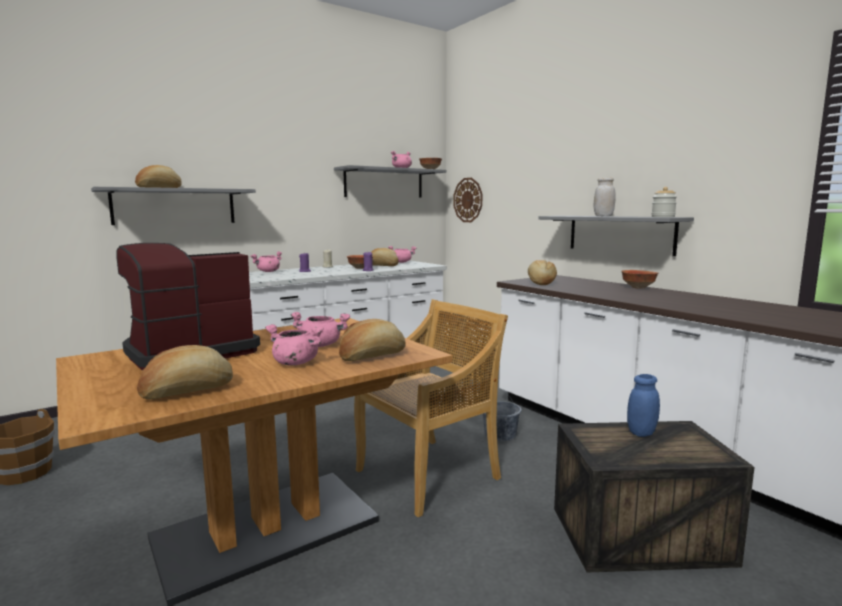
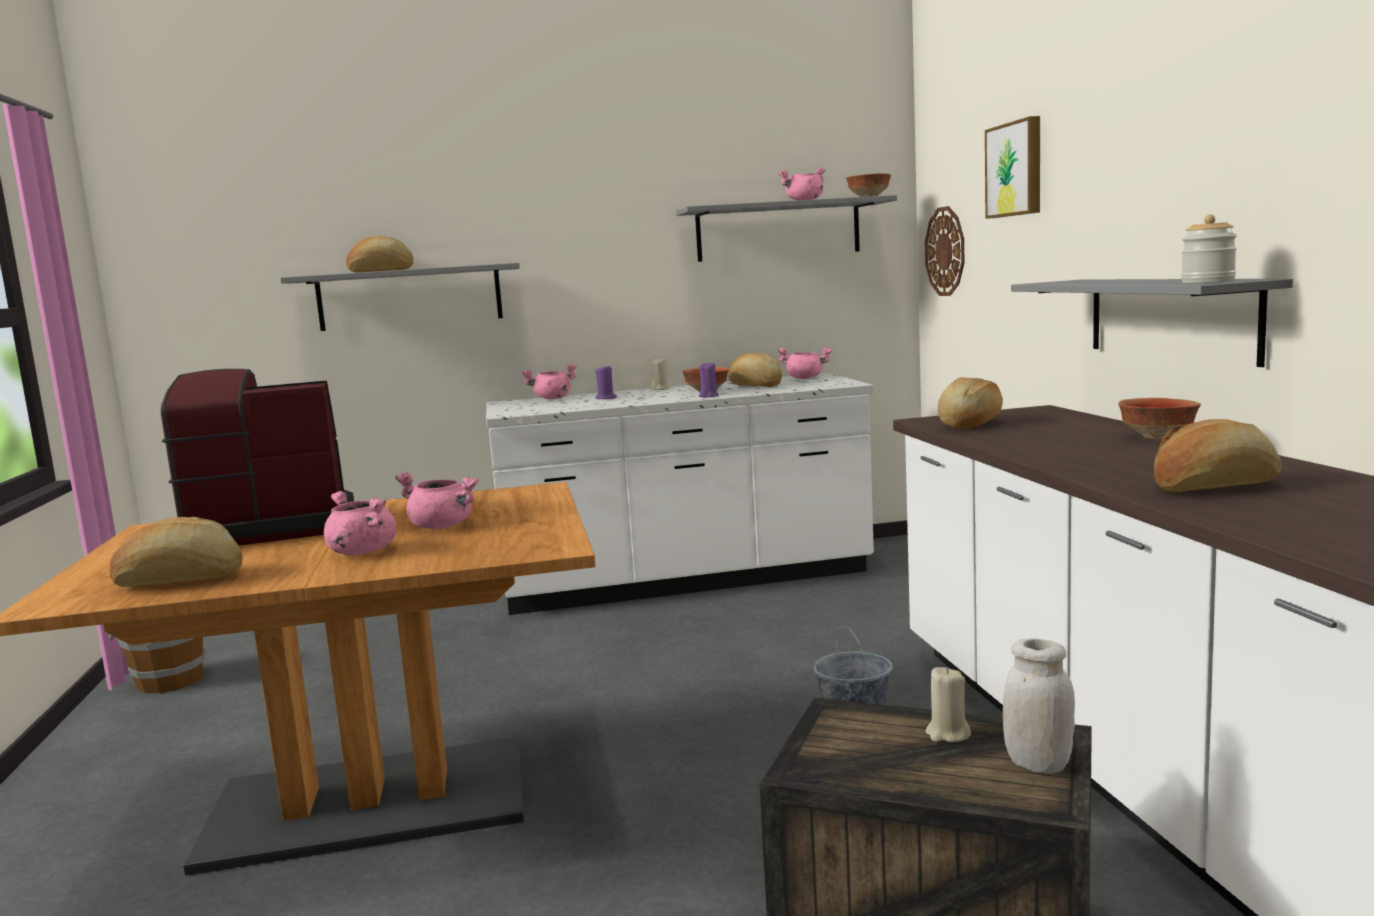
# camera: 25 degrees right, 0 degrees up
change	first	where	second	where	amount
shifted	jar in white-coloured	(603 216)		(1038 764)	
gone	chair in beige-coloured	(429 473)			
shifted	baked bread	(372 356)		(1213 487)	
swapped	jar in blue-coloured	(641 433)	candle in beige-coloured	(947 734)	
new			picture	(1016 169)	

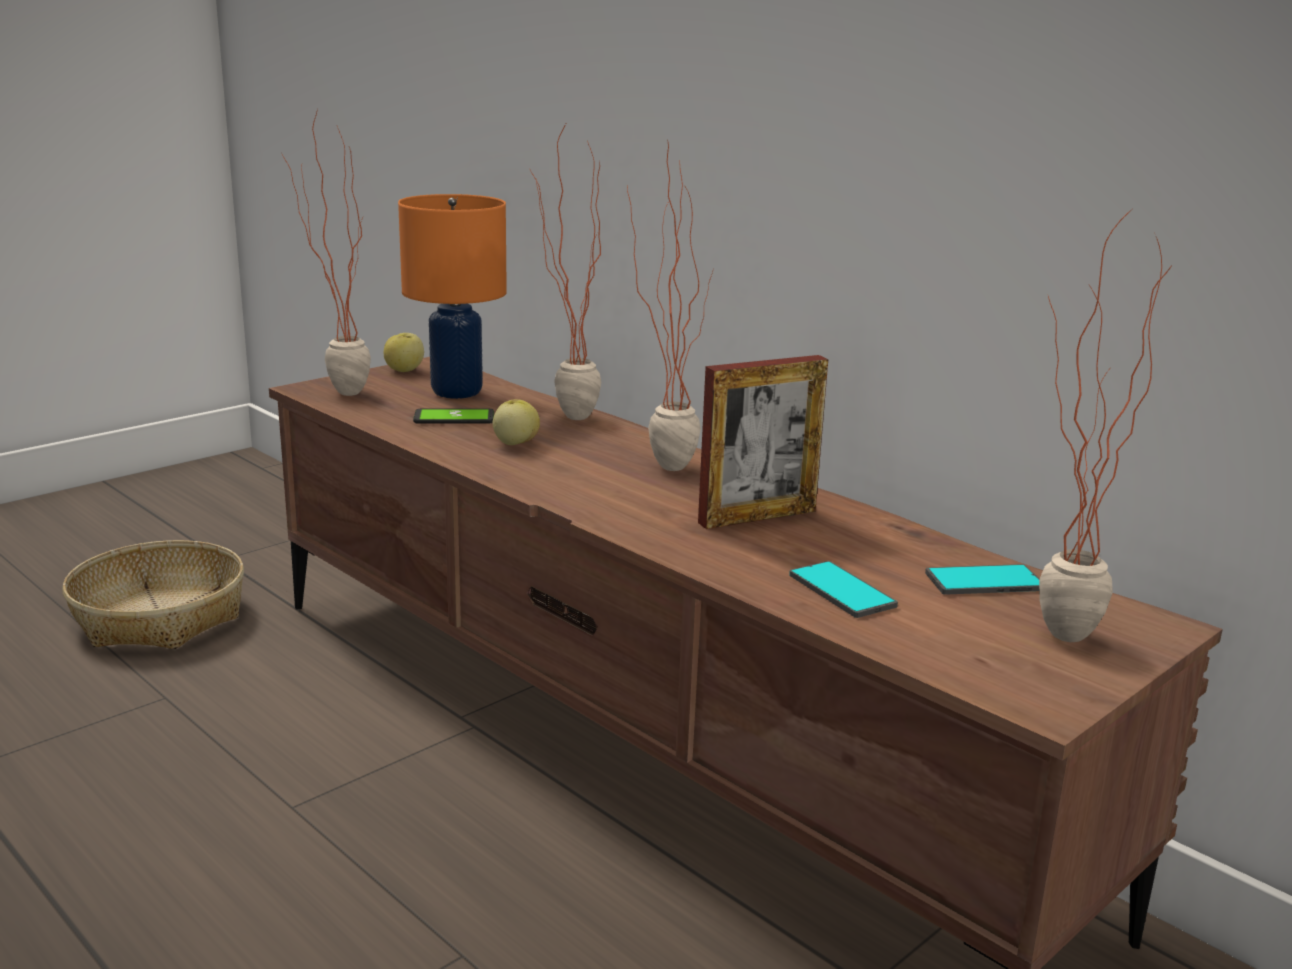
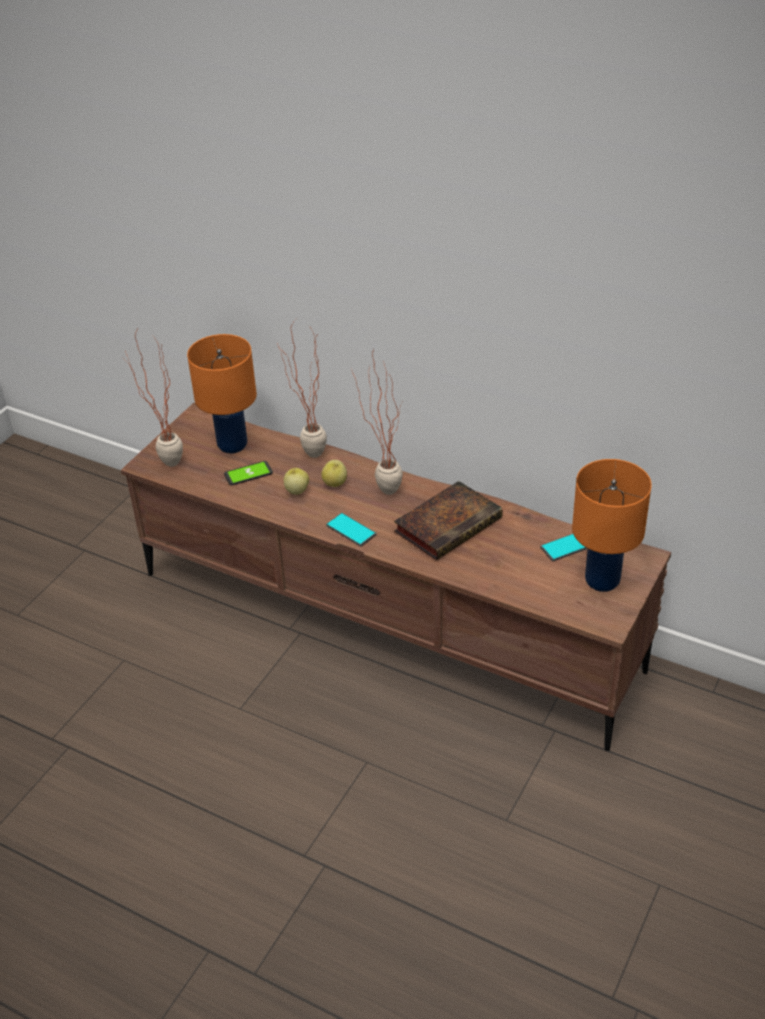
# camera: 15 degrees left, 20 degrees up
change	first	where	second	where	amount
swapped	houseplant	(1049 639)	table lamp in orangey	(603 580)	
shifted	whole apple	(405 370)		(335 483)	
swapped	picture frame	(757 517)	book	(449 524)	
gone	household basket	(160 616)			
shifted	telephone	(842 591)		(351 530)	

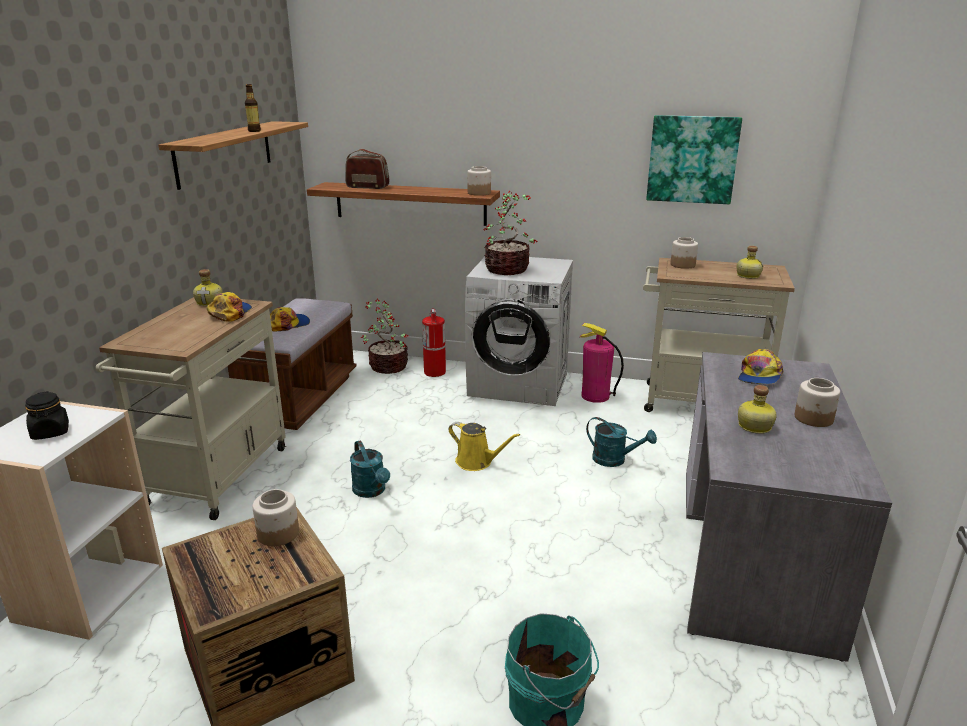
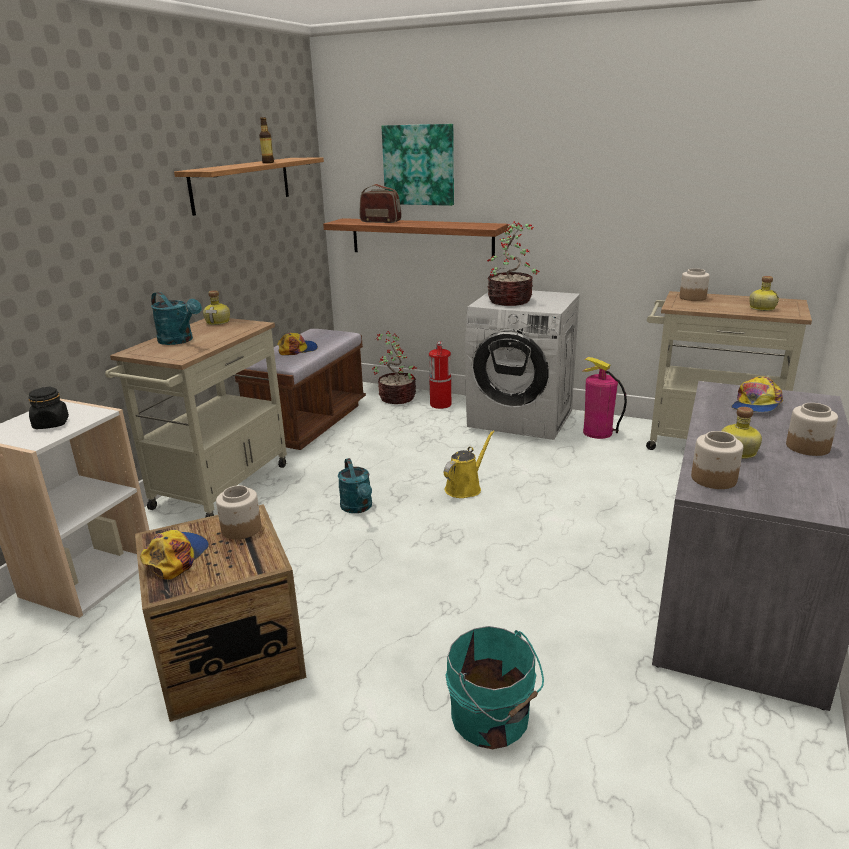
# camera: 10 degrees right, 0 degrees up
change	first	where	second	where	amount
shifted	picture	(692 159)		(419 165)	
shifted	jar	(479 193)		(713 479)	
shifted	peaked cap	(229 313)		(175 557)	
shifted	watering can in turquoise-coloured	(615 460)		(179 341)	
rotated	watering can in yellowish	(477 462)		(465 487)	90 degrees counterclockwise

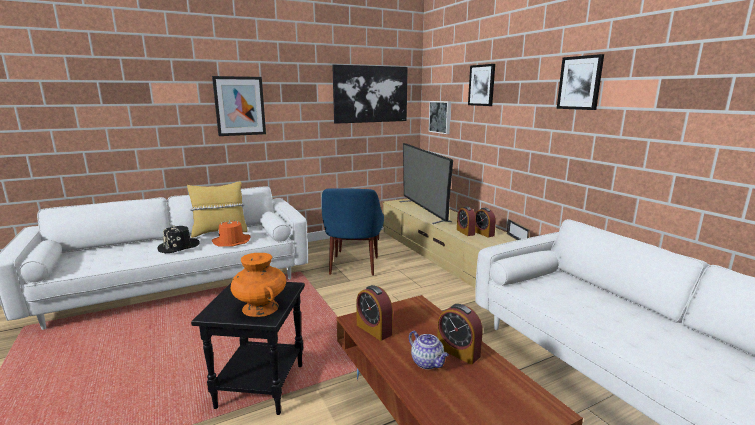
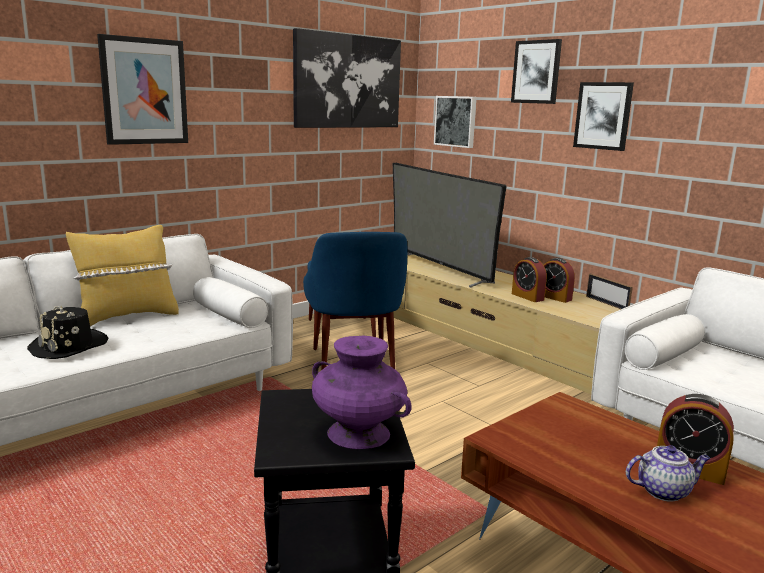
# camera: 15 degrees left, 0 degrees up
change	first	where	second	where	amount
shifted	picture	(580 83)		(603 116)	
gone	hat in orangey	(231 241)			
repainted	vase in orangey	(260 307)	vase in purple	(358 433)	
gone	bedside clock	(374 329)			
rotated	teapot	(428 363)		(664 491)	45 degrees counterclockwise

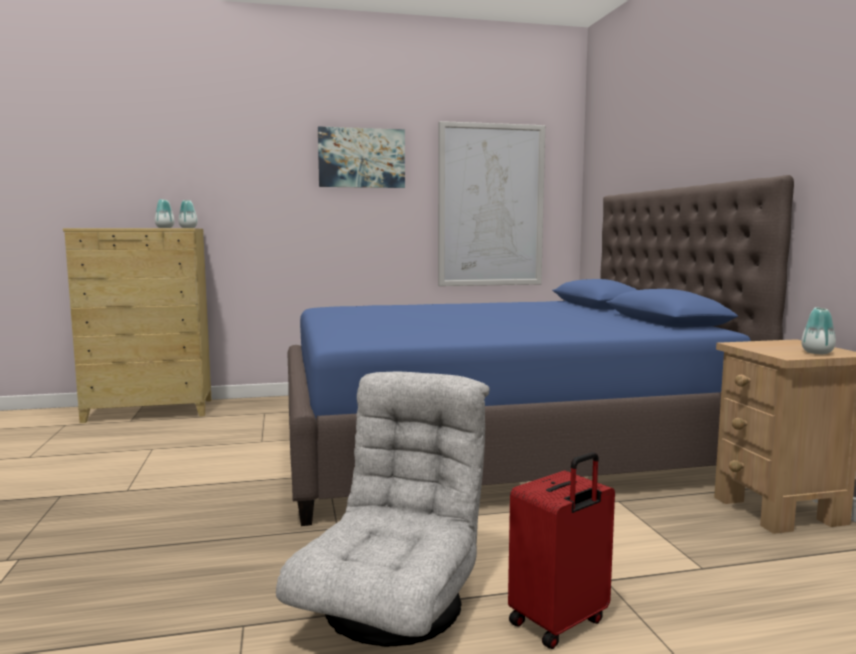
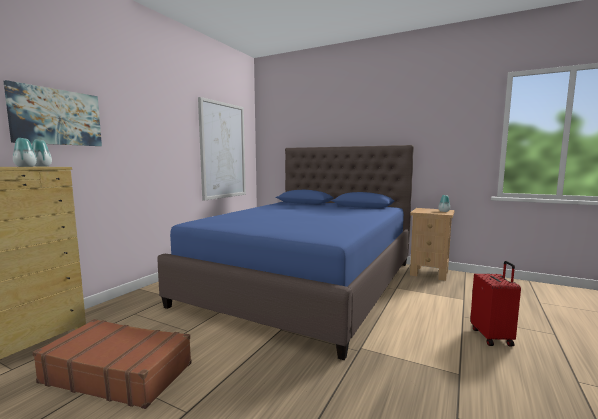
# camera: 50 degrees left, 0 degrees up
change	first	where	second	where	amount
shifted	picture	(361 158)		(57 117)	
gone	armchair in gray	(395 608)			
new			travel case in brown-coloured	(118 372)	

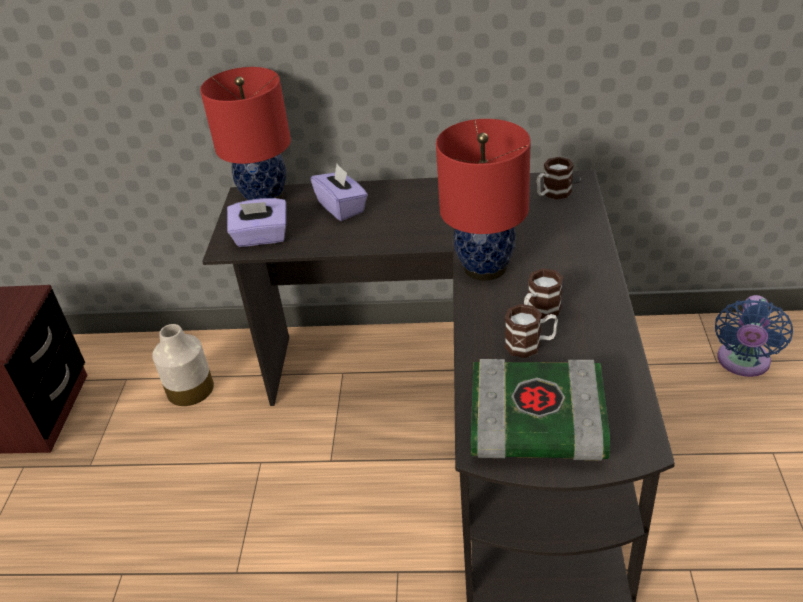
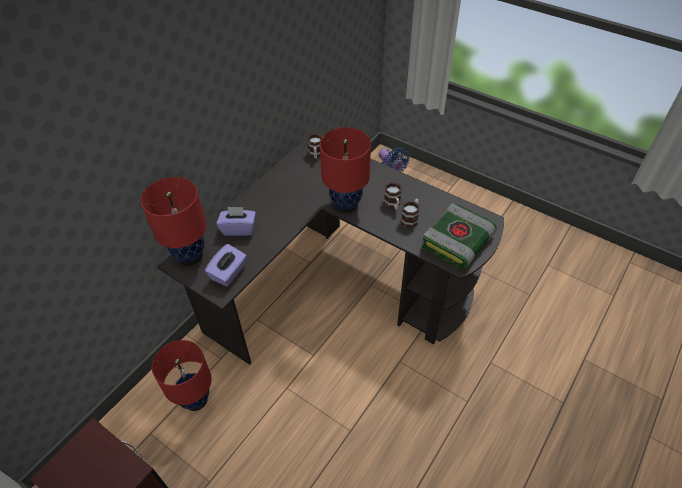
# camera: 60 degrees left, 10 degrees up
change	first	where	second	where	amount
swapped	vase in beige-coloured	(190 388)	table lamp in red	(195 399)	

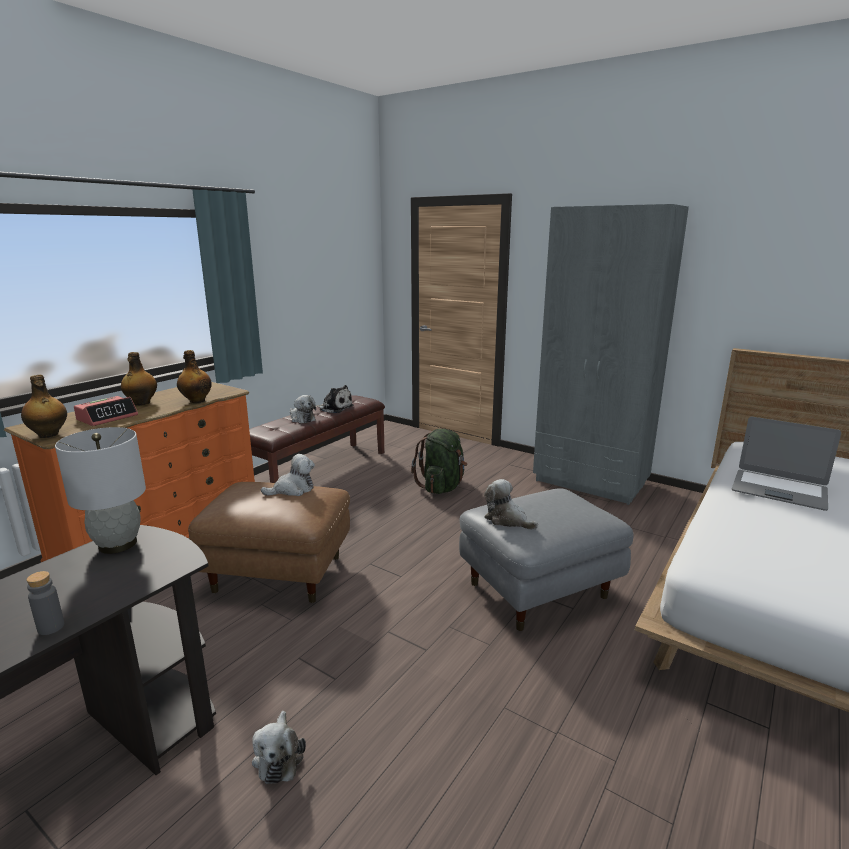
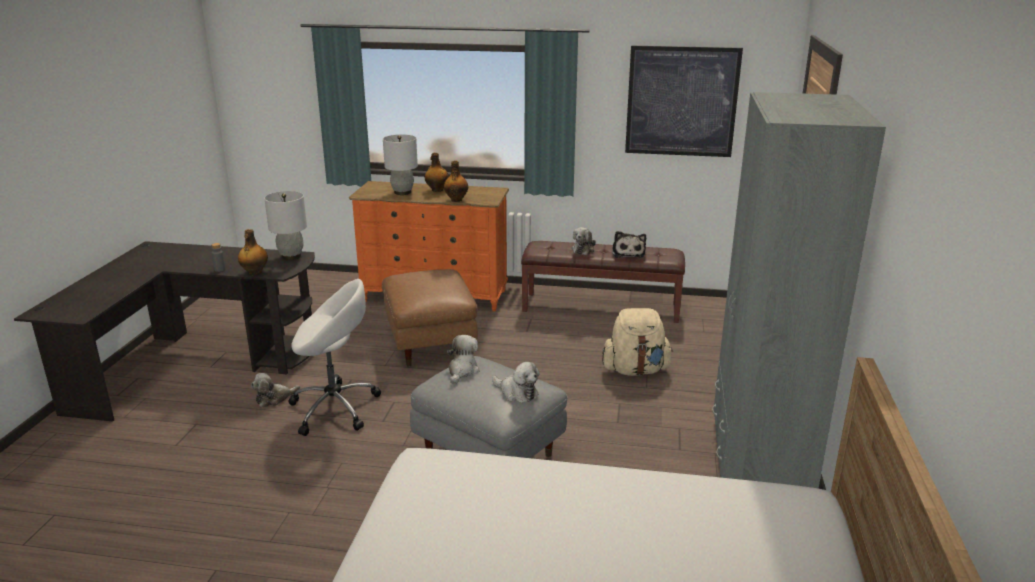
# camera: 65 degrees right, 5 degrees up
change	first	where	second	where	amount
shifted	bottle	(48 435)		(254 272)	
swapped	bedside clock	(107 417)	table lamp in white-coloured	(402 192)	
gone	laptop	(779 490)			
repainted	backpack in green-coloured	(442 487)	backpack in beige-coloured	(635 370)	
shifted	plush toy	(292 490)		(517 393)	
new			picture	(681 101)	
new			desk chair in white-coloured	(337 408)	

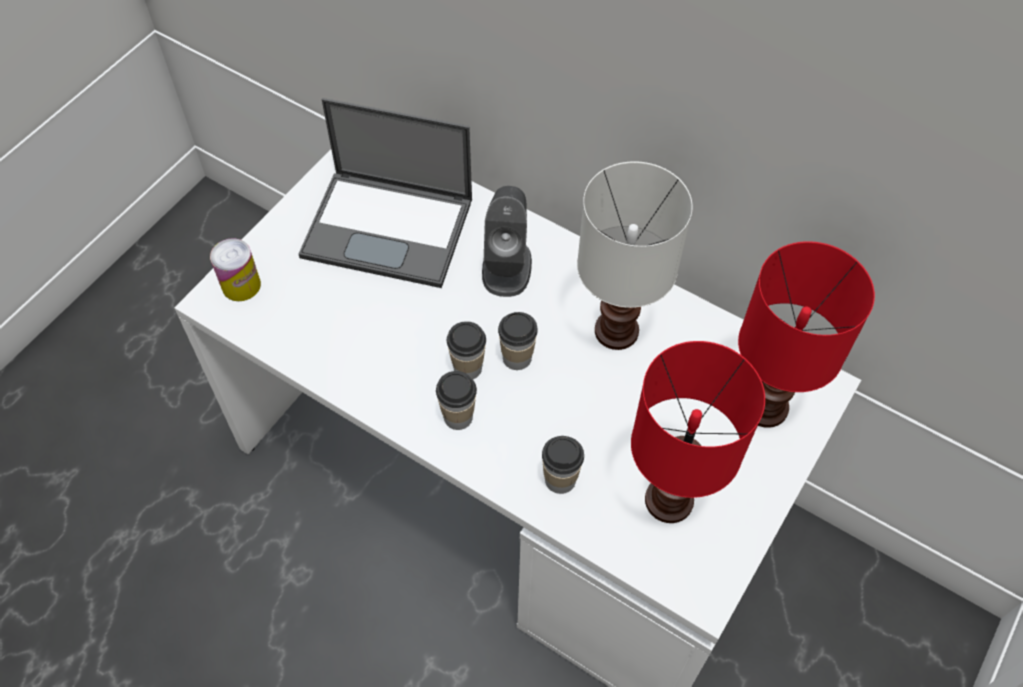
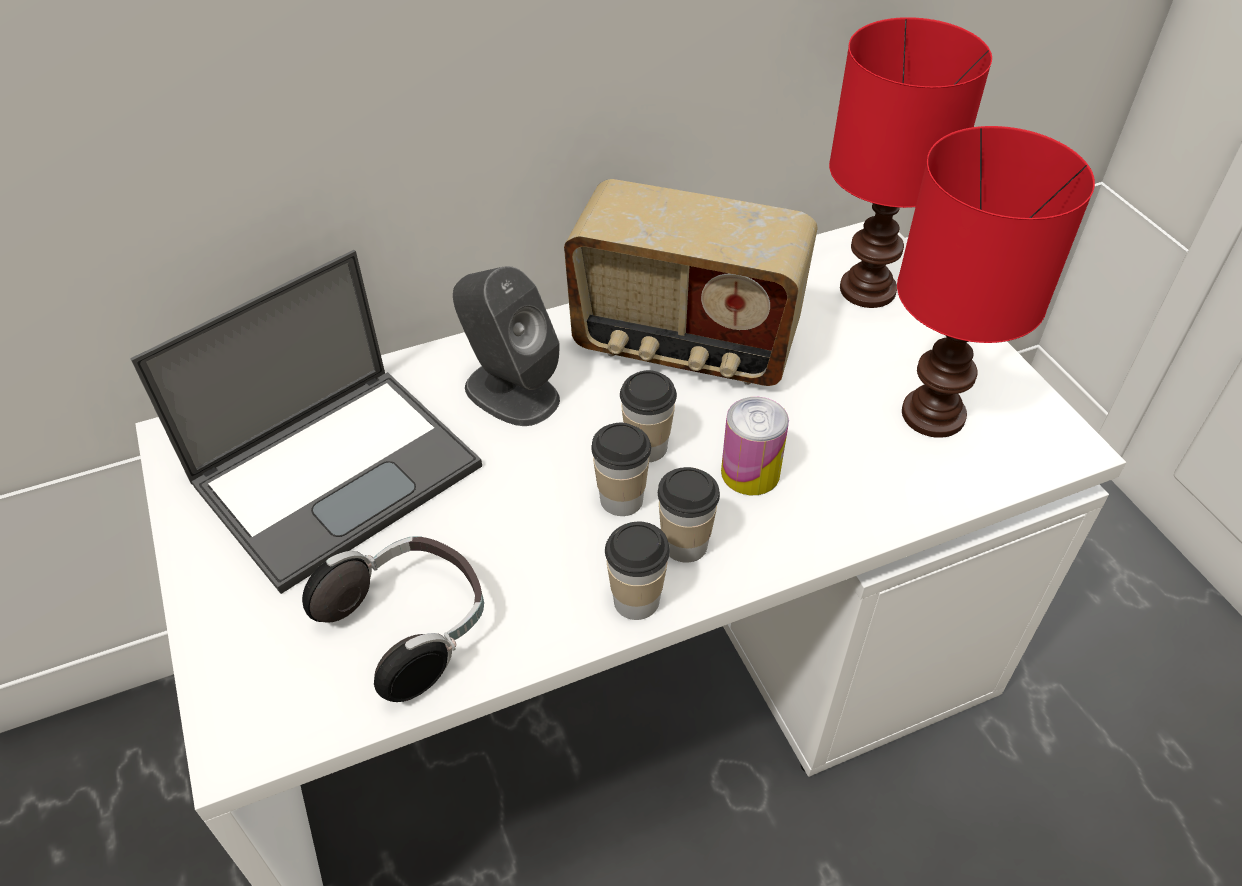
# camera: 55 degrees left, 10 degrees down
change	first	where	second	where	amount
swapped	table lamp in white-coloured	(618 331)	radio	(685 345)	
shifted	sealed can	(241 285)		(750 472)	
shifted	cup	(560 479)		(636 600)	
new			headphones	(410 626)	

